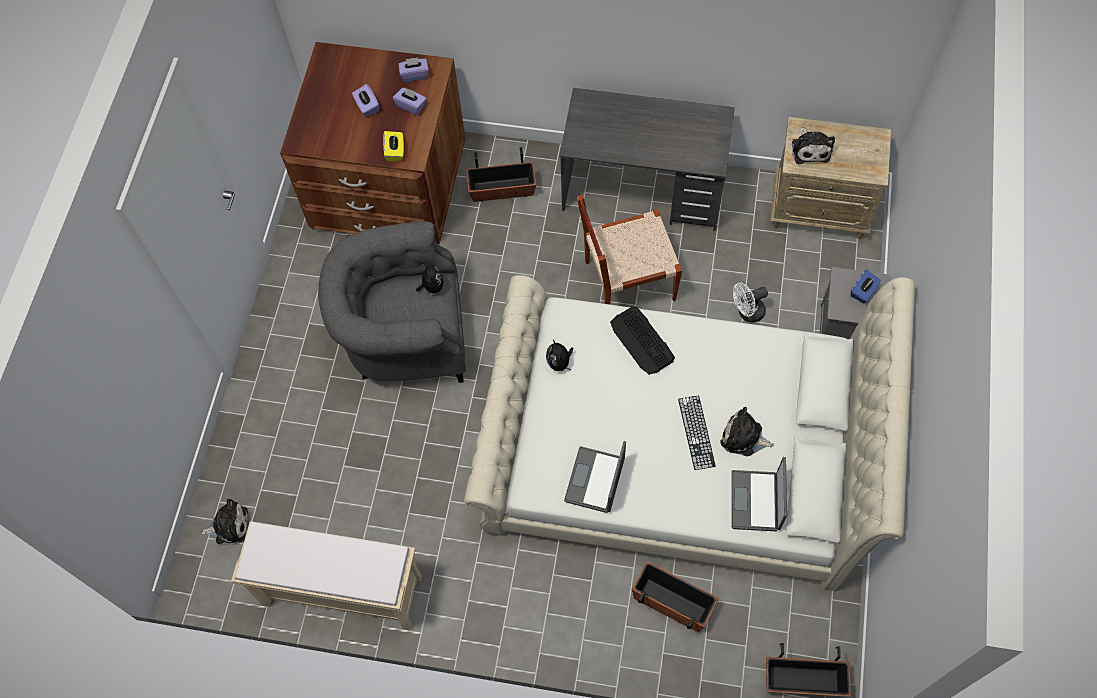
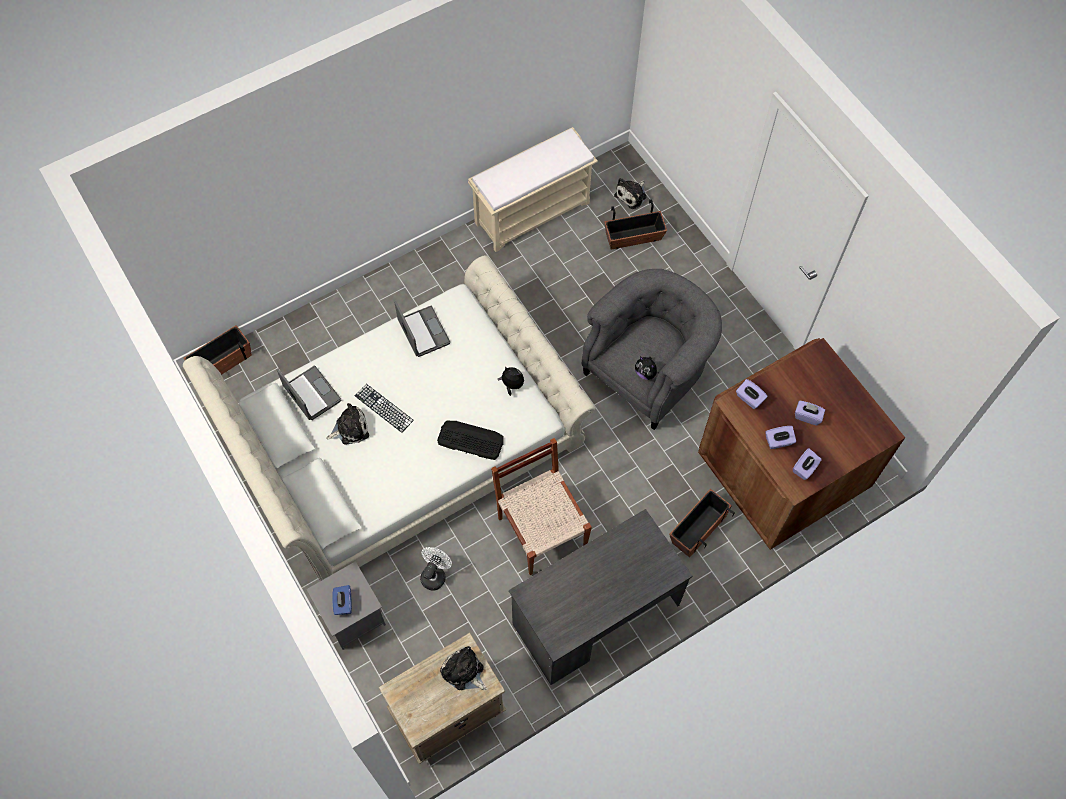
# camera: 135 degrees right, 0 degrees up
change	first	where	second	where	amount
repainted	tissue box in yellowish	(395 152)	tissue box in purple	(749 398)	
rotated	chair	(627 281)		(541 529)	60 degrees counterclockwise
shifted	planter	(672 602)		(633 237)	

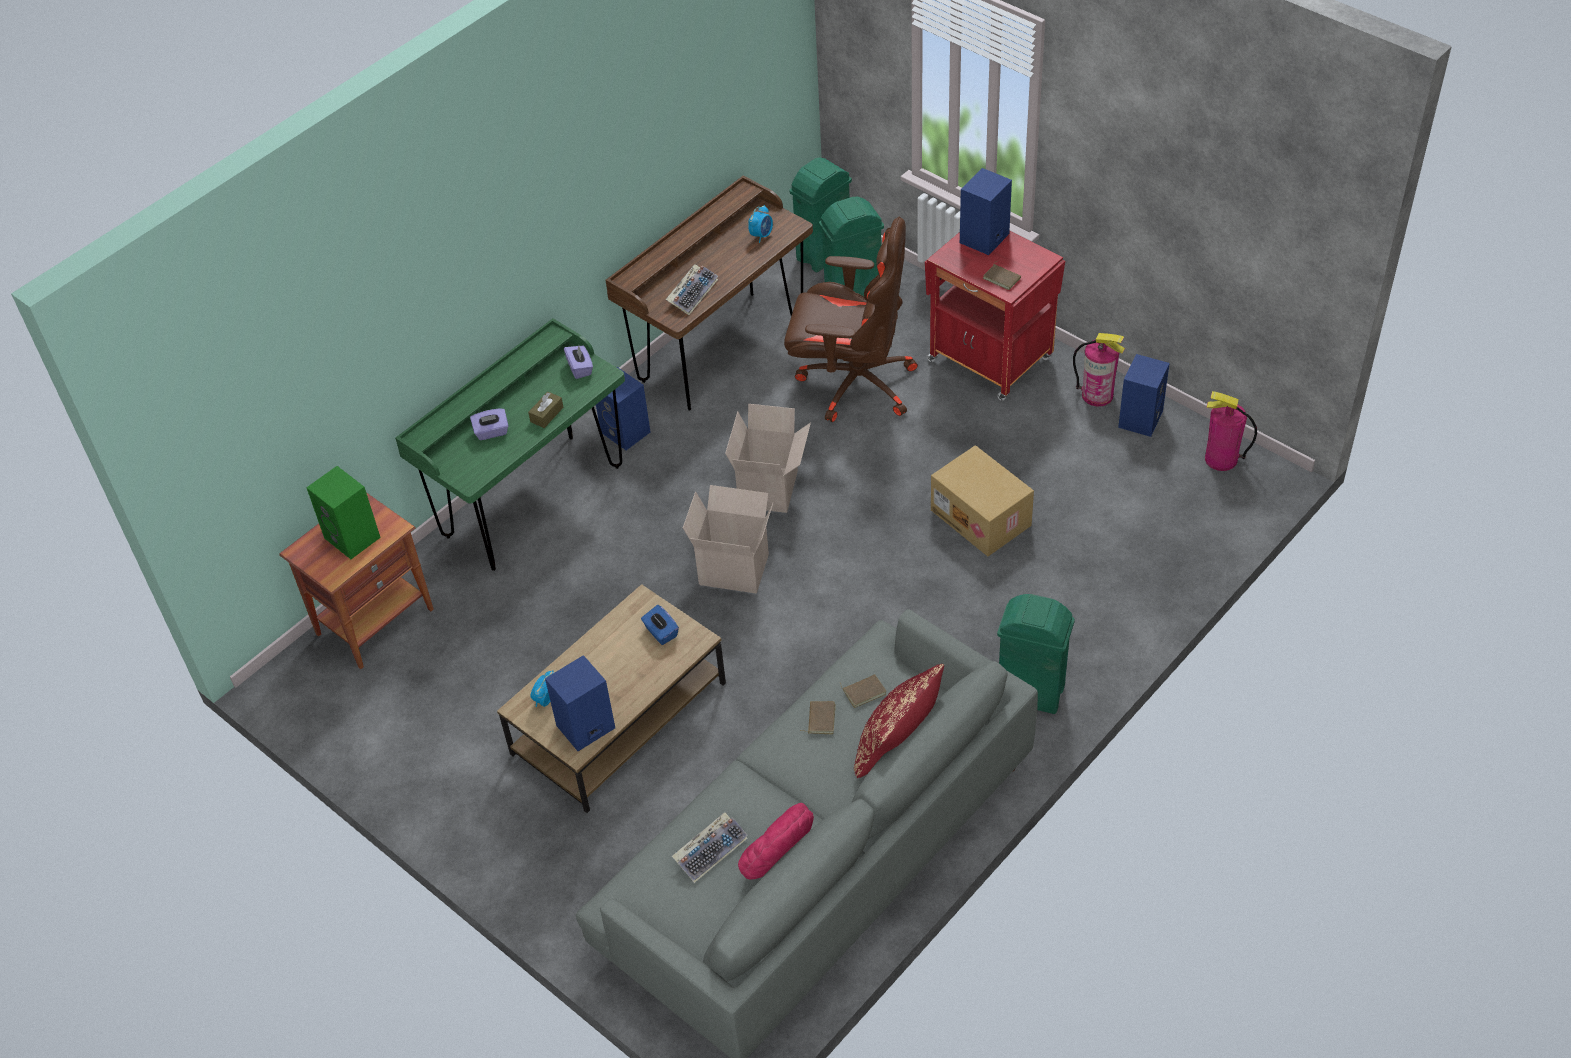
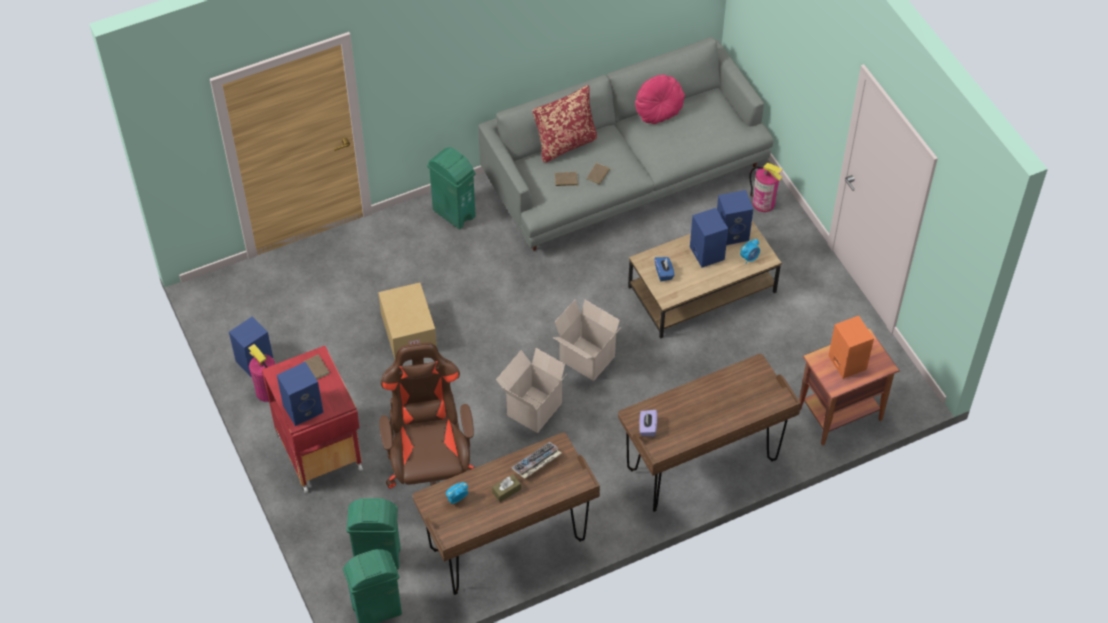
# camera: 160 degrees left, 5 degrees up
change	first	where	second	where	amount
rotated	desk chair in brown-coloured	(849 384)		(430 473)	45 degrees clockwise
repainted	desk table in green-coloured	(533 501)	desk table in brown-coloured	(702 466)	
shifted	audio speaker in blue-coloured	(627 432)		(706 253)	
shifted	fire extinguisher	(1221 459)		(763 203)	
shifted	tissue box in brown-coloured	(547 414)		(506 491)	
gone	tissue box in purple	(492 432)			
repainted	audio speaker in green-coloured	(354 537)	audio speaker in orangey	(846 362)	
gone	computer keyboard	(710 850)			

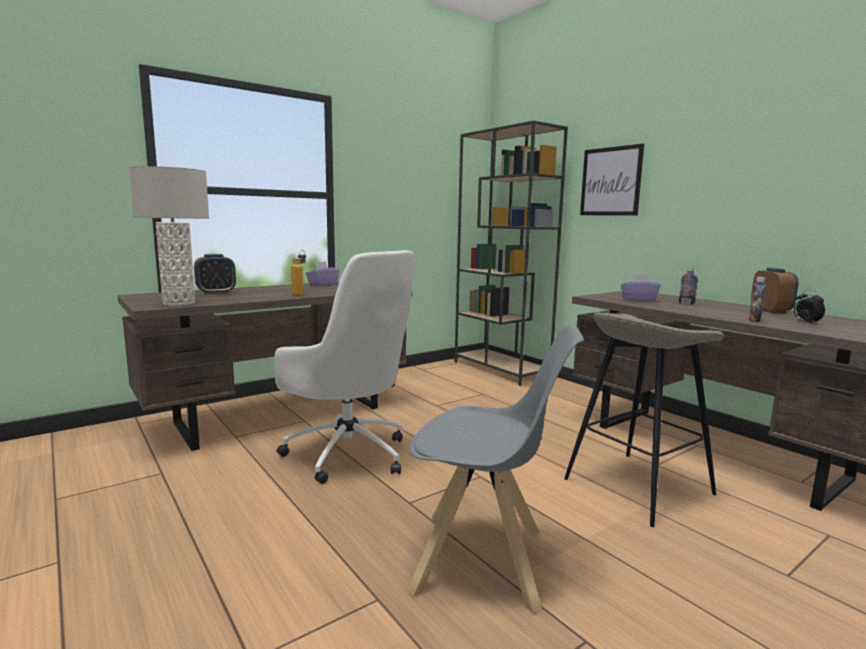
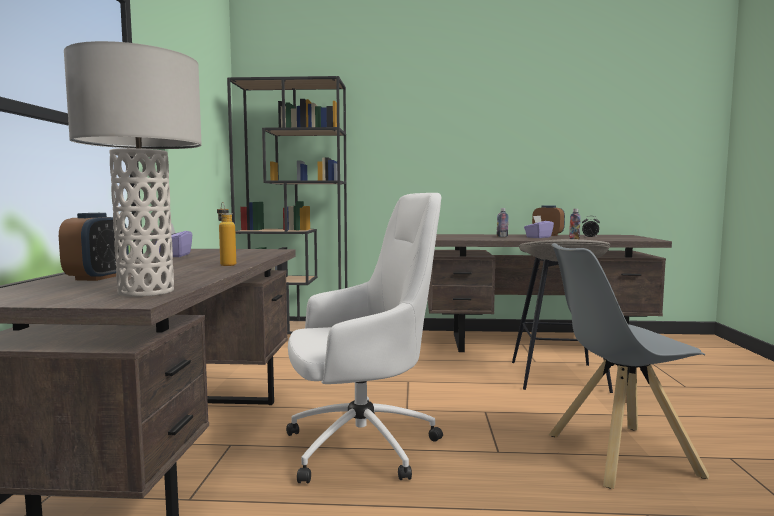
# camera: 50 degrees left, 5 degrees down
change	first	where	second	where	amount
gone	picture	(610 181)			
shifted	tissue box in purple	(638 300)		(538 237)	
rotated	chair in gray	(484 561)		(617 454)	150 degrees counterclockwise

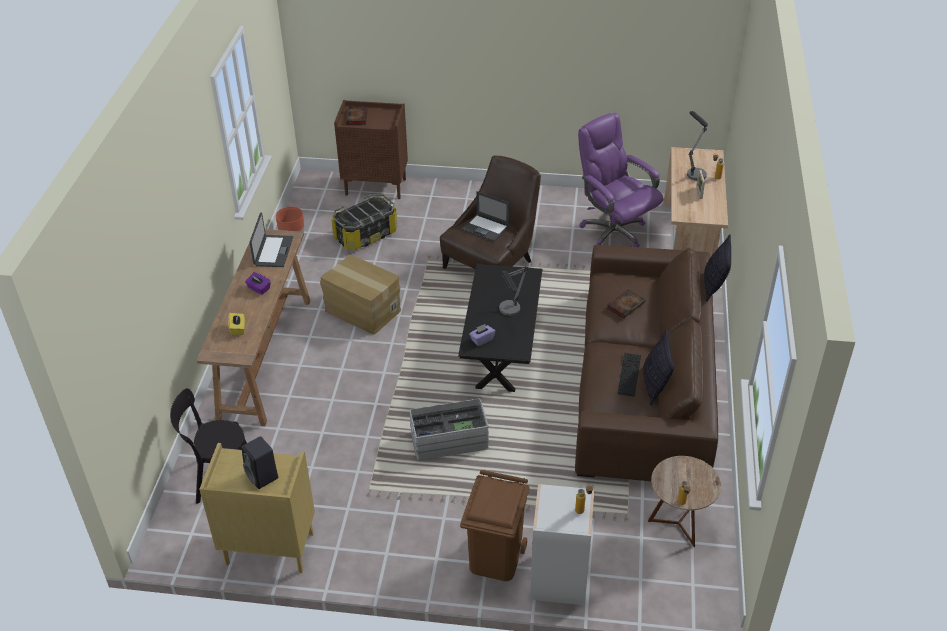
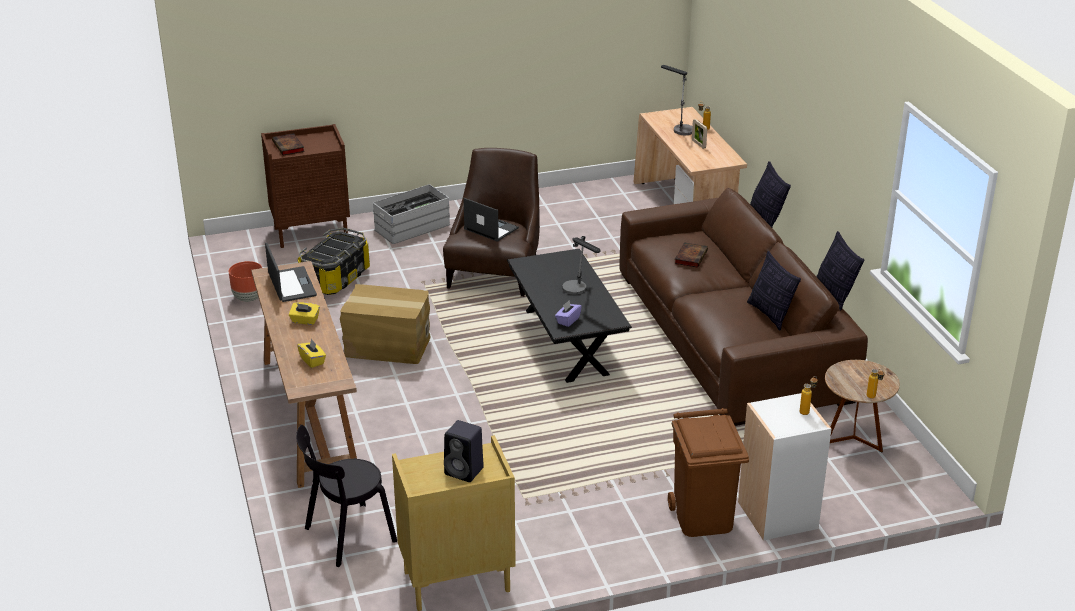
# camera: 25 degrees left, 10 degrees down
change	first	where	second	where	amount
gone	desk chair in purple	(614 232)			
rotated	laptop	(486 228)		(490 228)	150 degrees counterclockwise
repainted	tissue box in purple	(259 289)	tissue box in yellowish	(305 321)	
gone	computer keyboard	(629 374)			
shifted	storage container in gray	(449 441)		(412 227)	
new			throw pillow	(835 294)	

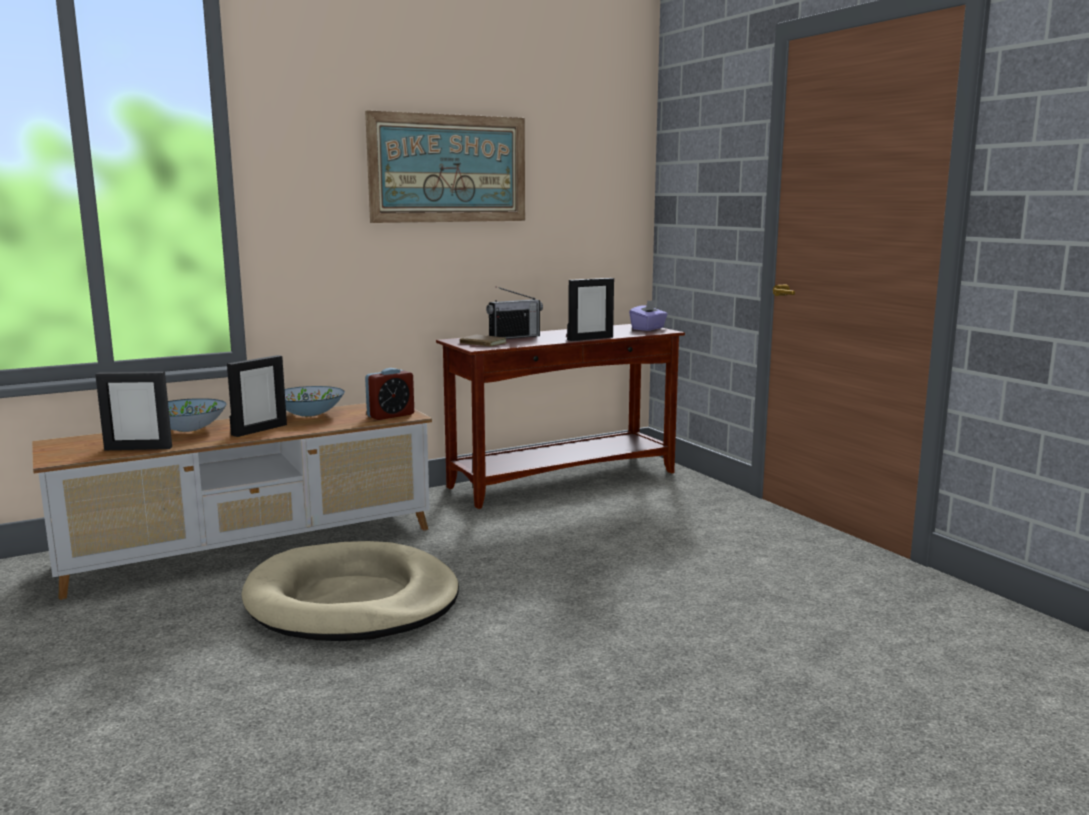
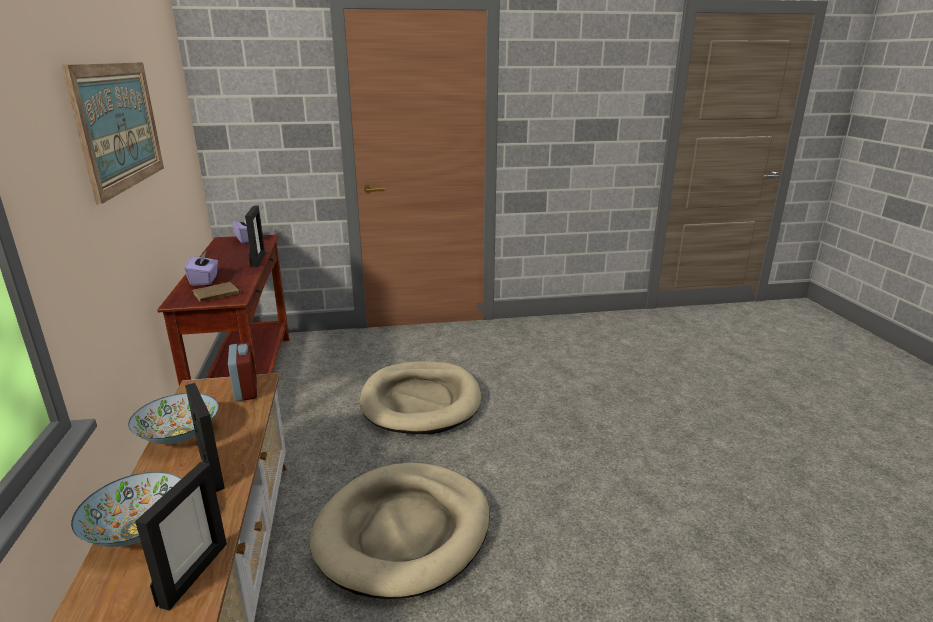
# camera: 70 degrees left, 10 degrees up
change	first	where	second	where	amount
swapped	radio	(514 337)	tissue box in purple	(205 280)	
new			dog bed in beige-coloured	(421 401)	

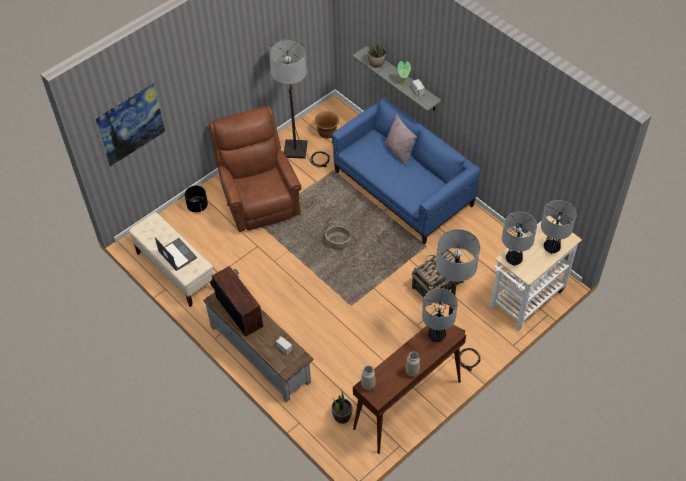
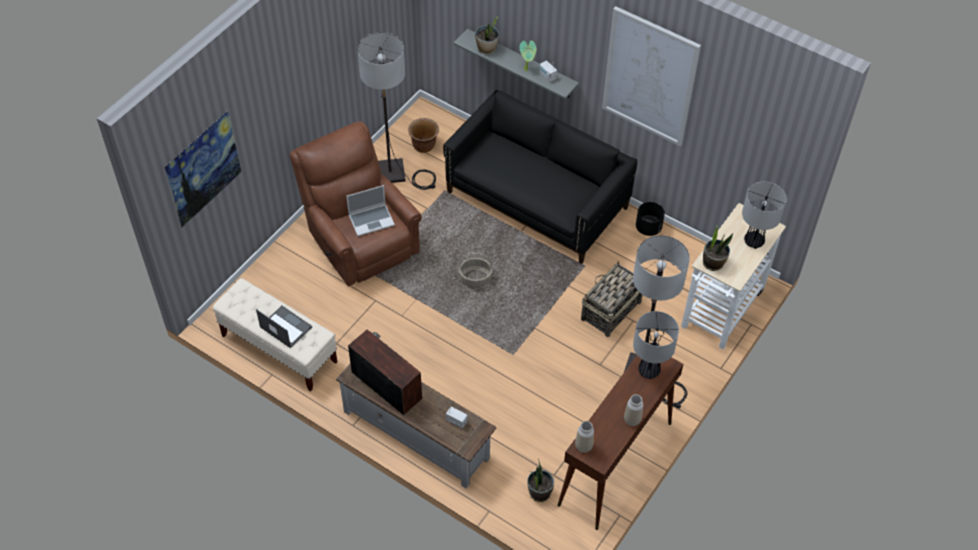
# camera: 15 degrees left, 0 degrees up
change	first	where	second	where	amount
repainted	settee in blue-coloured	(403 189)	settee in black-coloured	(537 200)	
gone	throw pillow in purple	(399 152)			
shifted	planter in black-coloured	(197 206)		(648 228)	
swapped	table lamp	(513 259)	houseplant	(713 263)	
new			picture	(649 77)	
new			laptop	(371 220)	

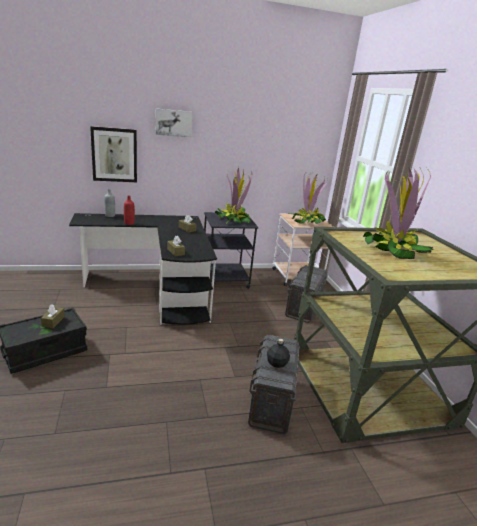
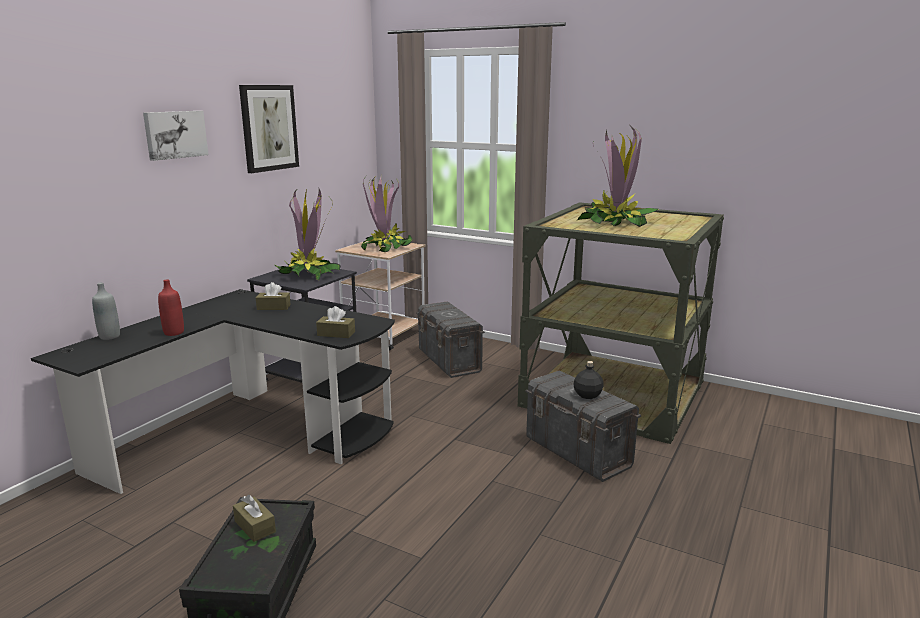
# camera: 45 degrees left, 5 degrees down
change	first	where	second	where	amount
shifted	picture	(114 155)		(269 128)	

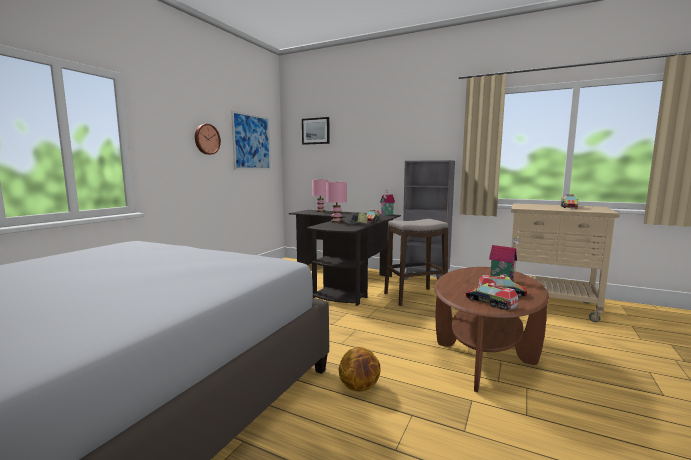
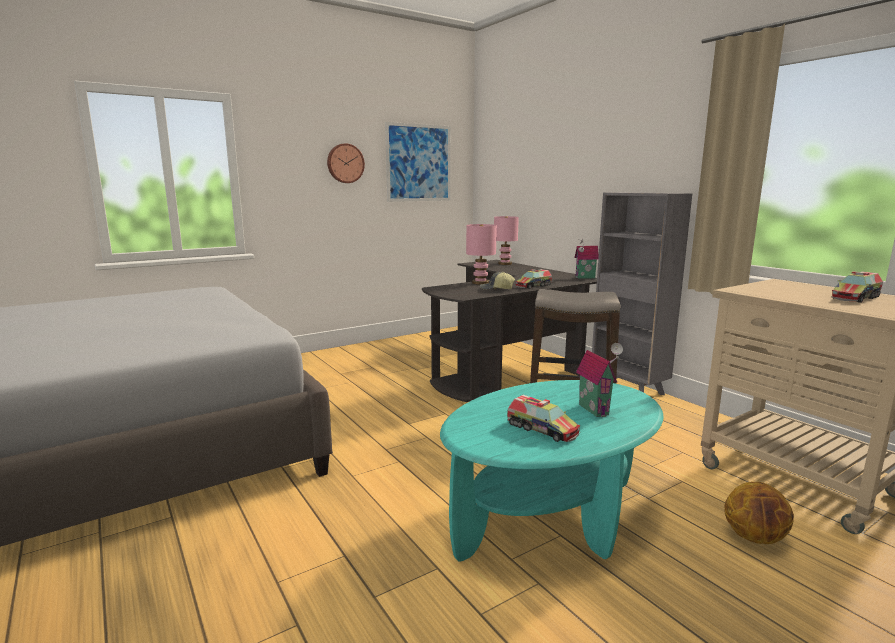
# camera: 30 degrees right, 5 degrees up
change	first	where	second	where	amount
gone	picture	(316 131)			
repainted	lounge table in brown-coloured	(484 354)	lounge table in turquoise-coloured	(550 518)	
gone	toy truck	(490 302)			
shifted	basketball	(360 387)		(755 538)	

